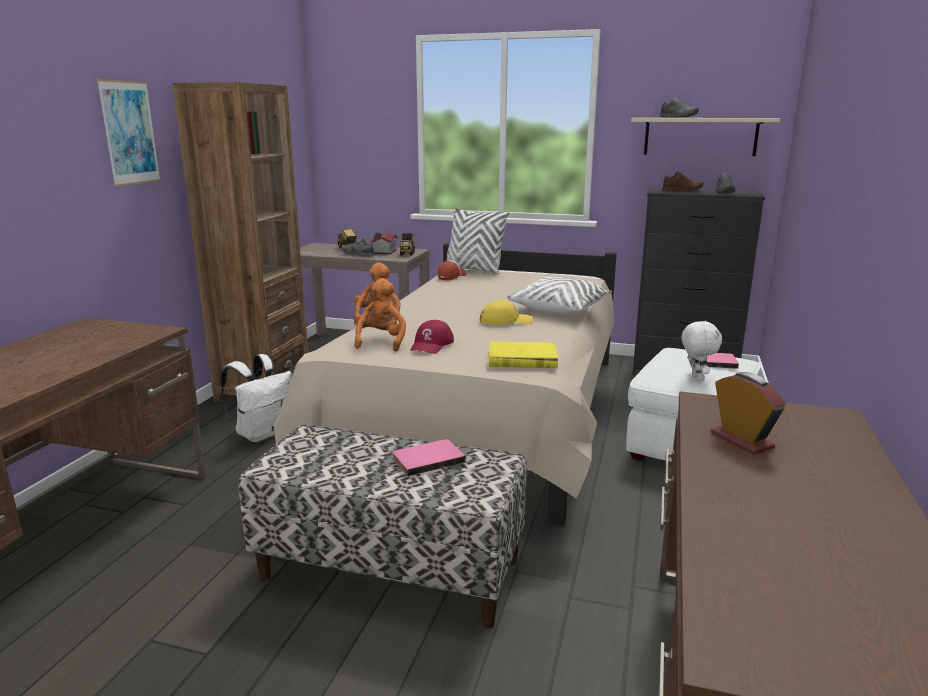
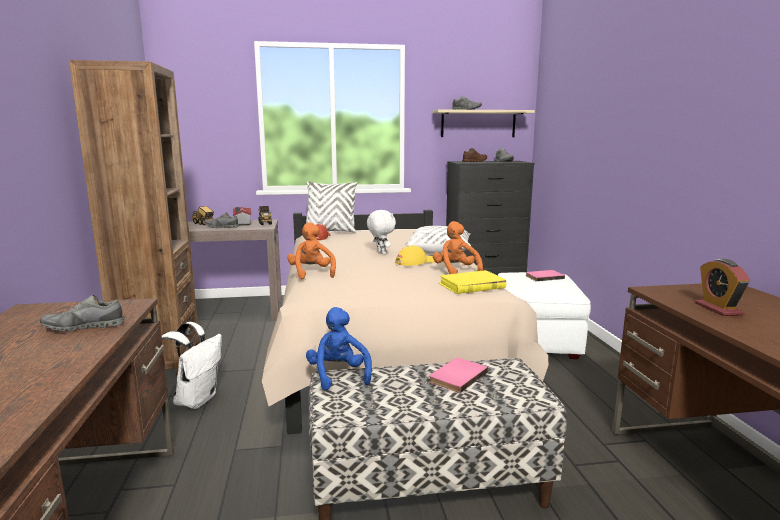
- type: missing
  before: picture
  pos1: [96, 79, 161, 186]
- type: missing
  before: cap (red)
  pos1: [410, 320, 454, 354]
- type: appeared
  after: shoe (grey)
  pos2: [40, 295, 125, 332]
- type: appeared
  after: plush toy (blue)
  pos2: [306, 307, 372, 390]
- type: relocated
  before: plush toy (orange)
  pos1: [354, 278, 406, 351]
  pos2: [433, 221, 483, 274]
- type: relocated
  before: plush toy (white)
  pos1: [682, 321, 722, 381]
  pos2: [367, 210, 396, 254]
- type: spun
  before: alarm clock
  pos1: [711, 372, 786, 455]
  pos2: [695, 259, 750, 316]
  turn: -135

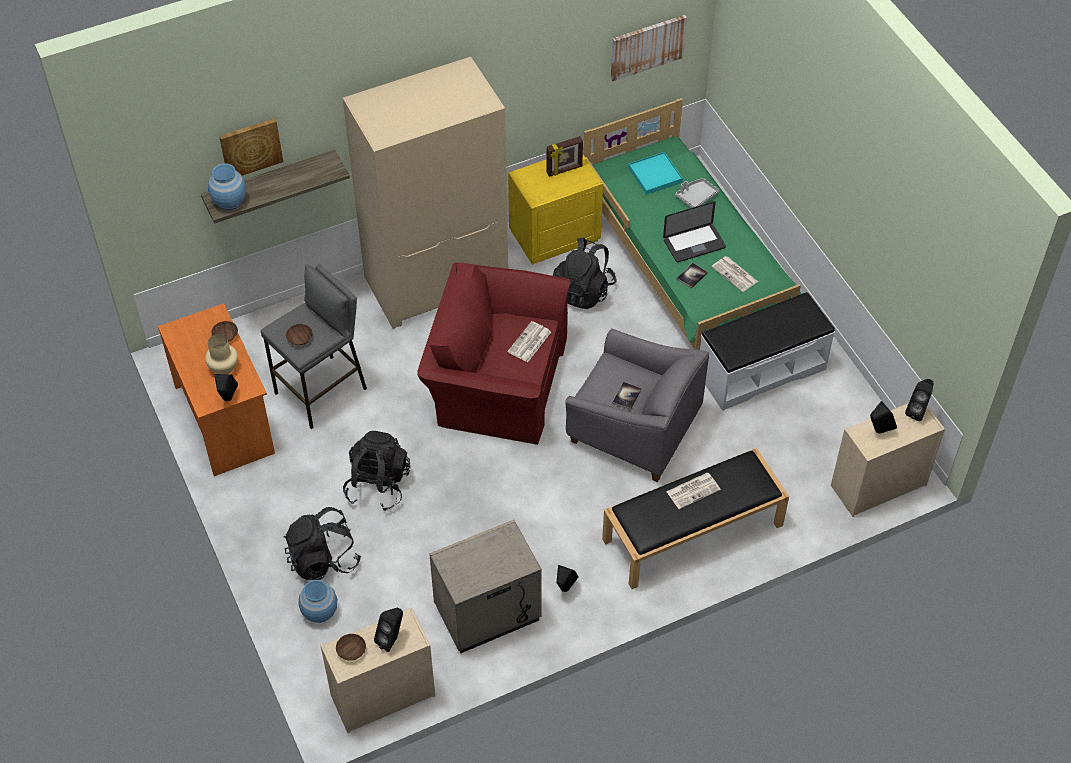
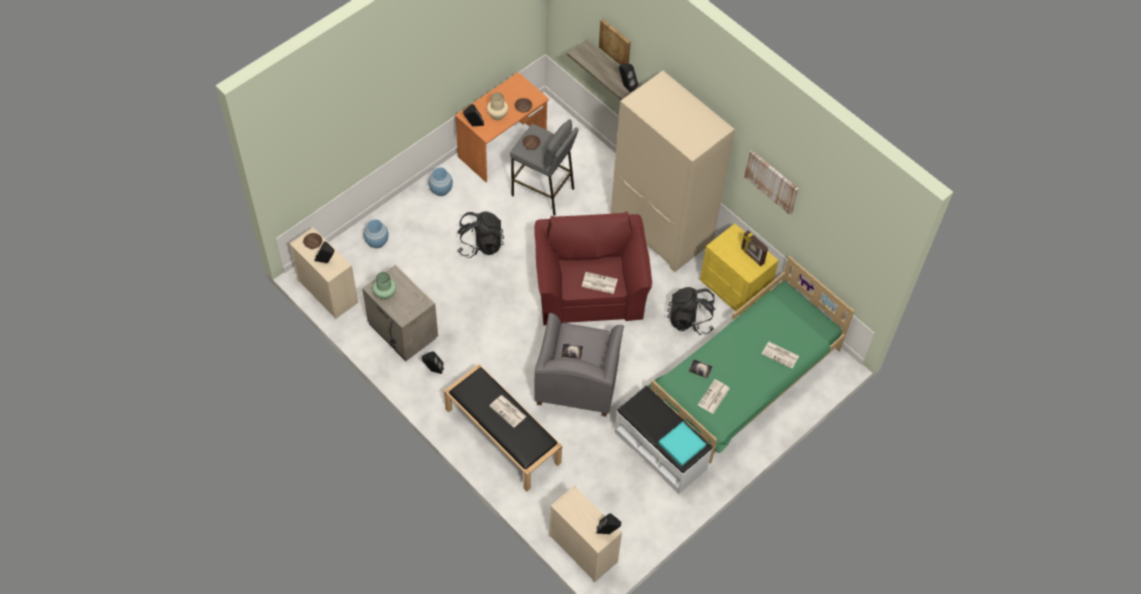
- type: missing
  before: backpack (black)
  pos1: [284, 507, 361, 580]
- type: missing
  before: laptop
  pos1: [663, 201, 726, 262]
- type: appeared
  after: vase (green)
  pos2: [373, 272, 396, 300]
- type: relocated
  before: vase (blue)
  pos1: [208, 163, 246, 210]
  pos2: [428, 167, 453, 196]
- type: relocated
  before: picture
  pos1: [611, 15, 687, 81]
  pos2: [744, 150, 799, 215]
- type: relocated
  before: tray (turquoise)
  pos1: [628, 152, 683, 195]
  pos2: [658, 421, 706, 466]
- type: relocated
  before: speaker (black)
  pos1: [870, 401, 897, 434]
  pos2: [619, 64, 638, 92]
- type: exchanged
  before: tray (grey)
  after: newspaper
  pos1: [675, 178, 719, 208]
  pos2: [762, 342, 799, 369]

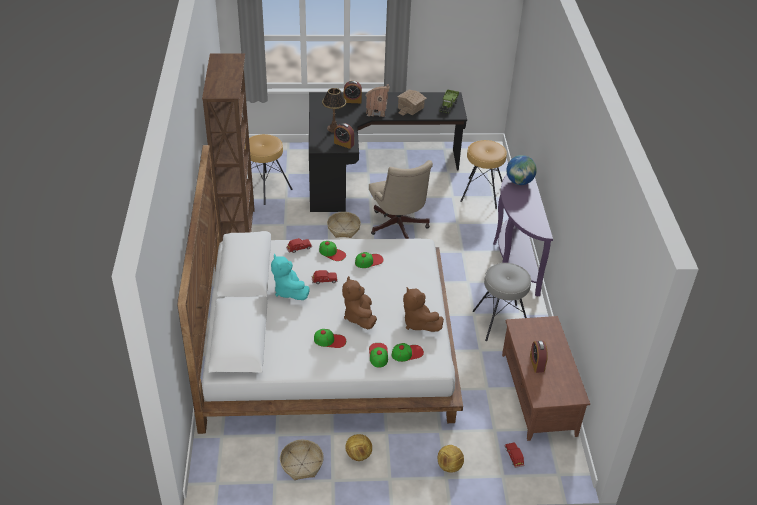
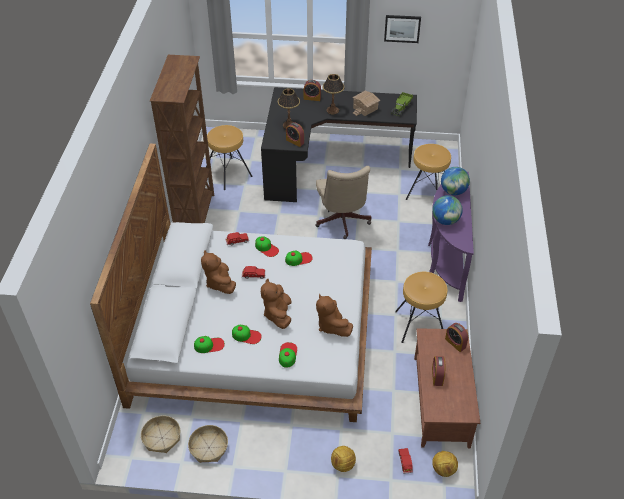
- type: appeared
  after: picture
  pos2: [384, 15, 421, 43]
- type: appeared
  after: globe
  pos2: [433, 195, 463, 225]
- type: appeared
  after: alarm clock
  pos2: [445, 323, 468, 352]
- type: relocated
  before: basket
  pos1: [327, 212, 361, 238]
  pos2: [141, 415, 180, 453]
- type: relocated
  before: football
  pos1: [345, 434, 372, 461]
  pos2: [432, 451, 458, 477]
- type: relocated
  before: cap
  pos1: [392, 343, 424, 362]
  pos2: [194, 336, 225, 353]
- type: exchanged
  before: toy house
  after: table lamp
  pos1: [366, 84, 390, 117]
  pos2: [322, 74, 345, 114]
- type: colour
  before: plush toy (turquoise)
  after: plush toy (brown)
  pos1: [271, 254, 310, 300]
  pos2: [201, 250, 236, 294]
- type: colour
  before: stool (grey)
  after: stool (brown)
  pos1: [473, 263, 531, 341]
  pos2: [395, 272, 447, 343]

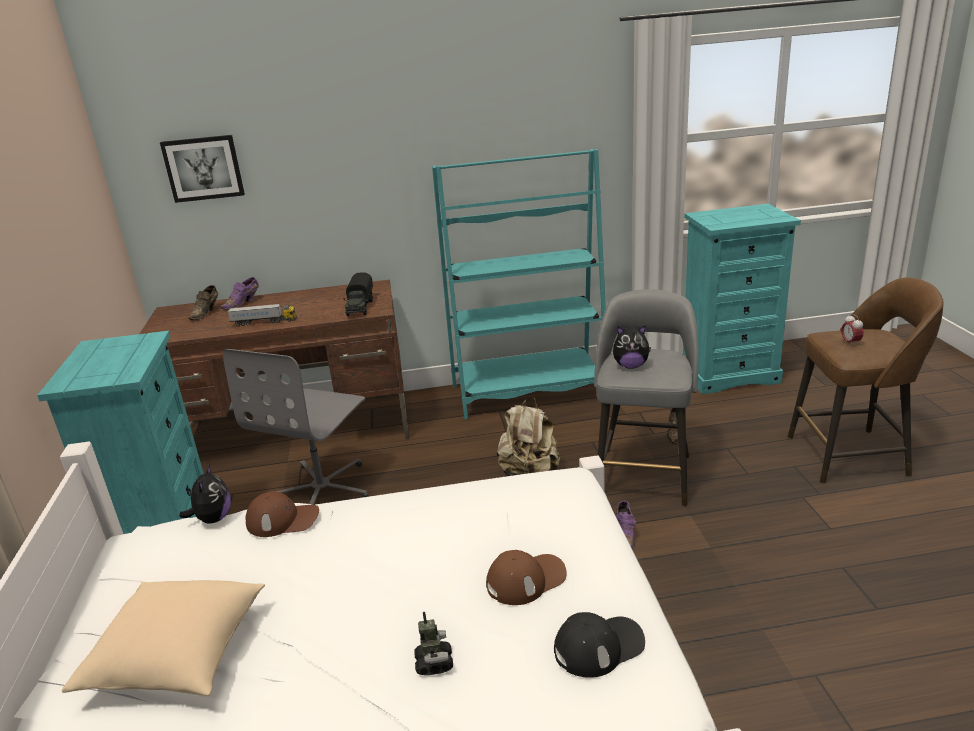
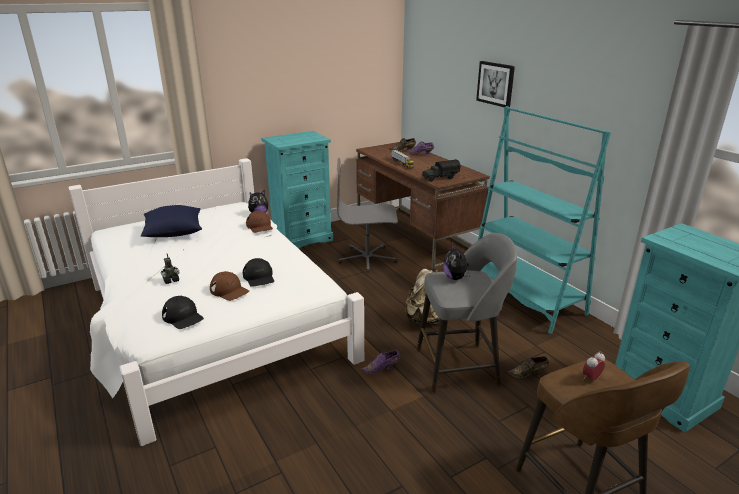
- type: appeared
  after: cap (black)
  pos2: [243, 258, 274, 287]
- type: relocated
  before: picture
  pos1: [160, 135, 245, 203]
  pos2: [476, 61, 515, 107]
- type: colour
  before: pillow (beige)
  after: pillow (blue)
  pos1: [62, 580, 265, 696]
  pos2: [141, 205, 202, 237]

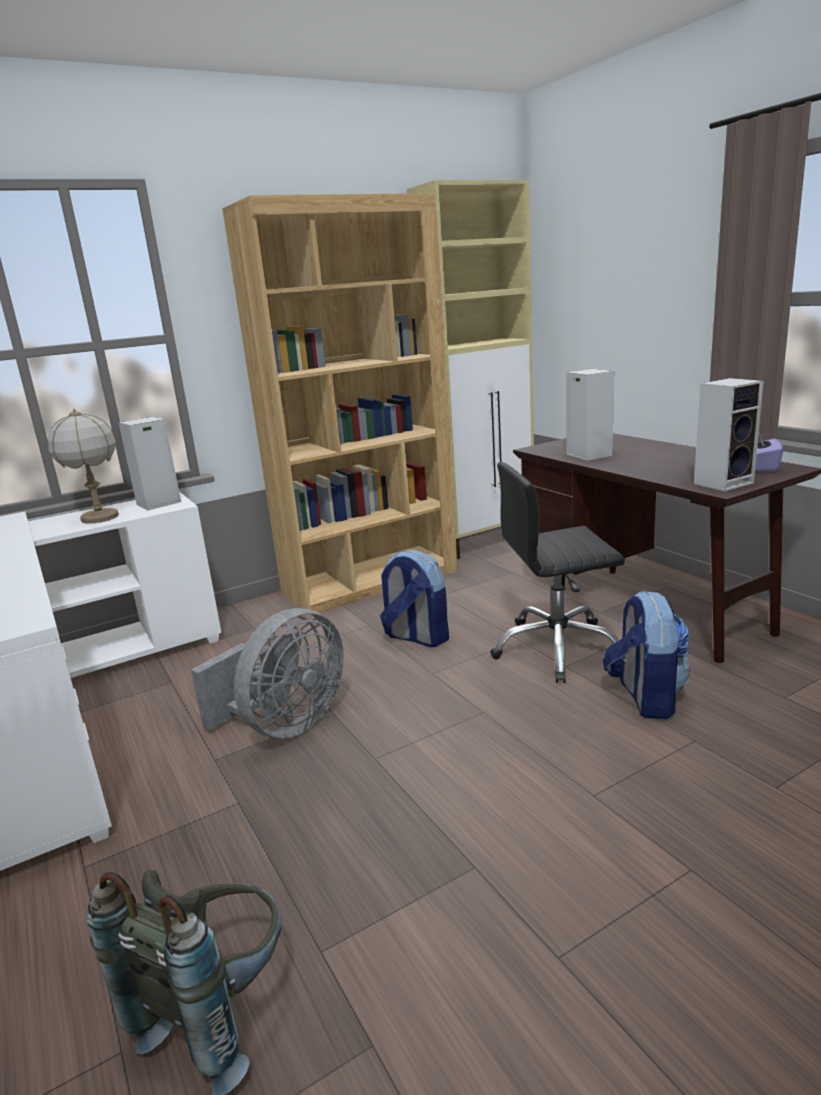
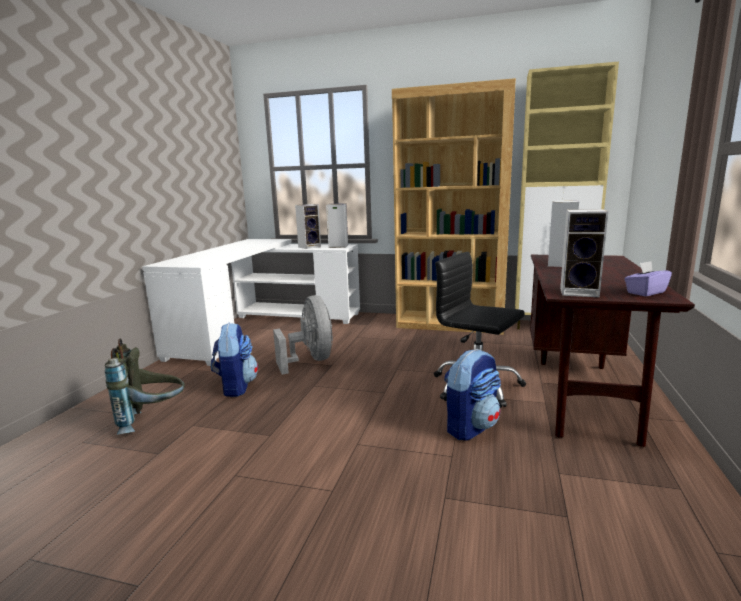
- type: relocated
  before: backpack
  pos1: [380, 550, 449, 647]
  pos2: [211, 323, 258, 397]
- type: exchanged
  before: table lamp
  after: speaker
  pos1: [48, 409, 119, 524]
  pos2: [295, 204, 321, 249]
- type: spun
  before: fan (grey)
  pos1: [191, 608, 344, 738]
  pos2: [273, 295, 333, 375]
  turn: -105

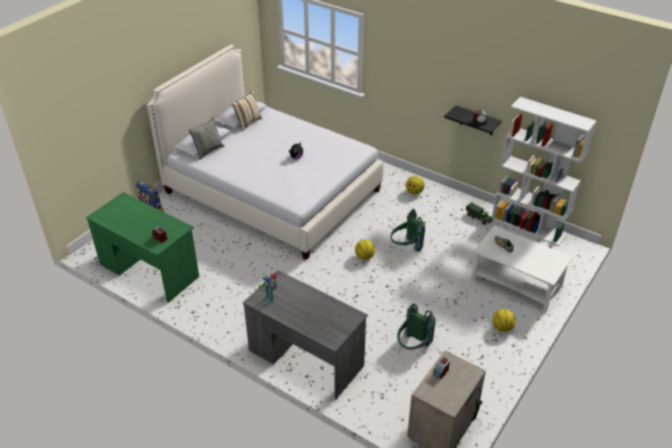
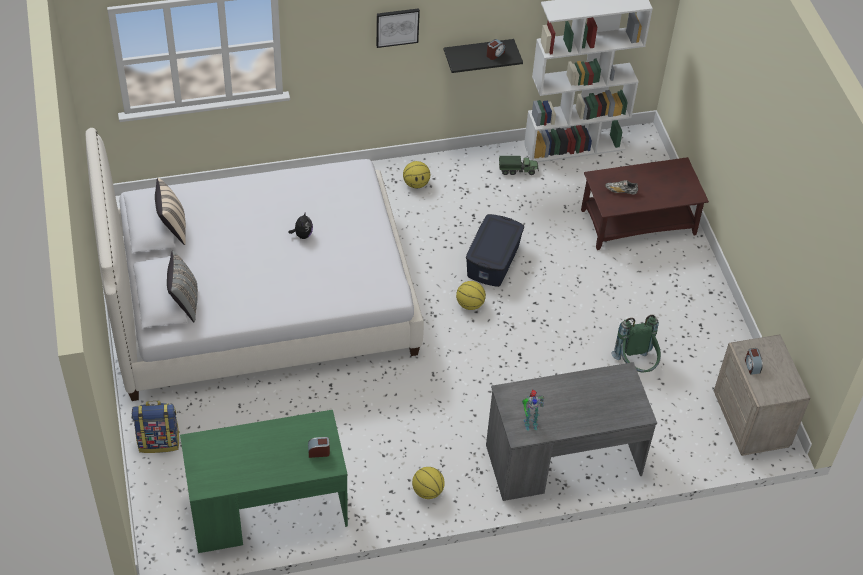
- type: appeared
  after: picture
  pos2: [376, 8, 420, 48]
- type: relocated
  before: basketball
  pos1: [493, 309, 516, 332]
  pos2: [412, 467, 445, 499]
- type: exchanged
  before: backpack (green)
  after: storage box (blue)
  pos1: [390, 208, 425, 252]
  pos2: [466, 214, 524, 287]
- type: colour
  before: coffee table (white)
  after: coffee table (brown)
  pos1: [471, 226, 573, 312]
  pos2: [581, 157, 709, 250]

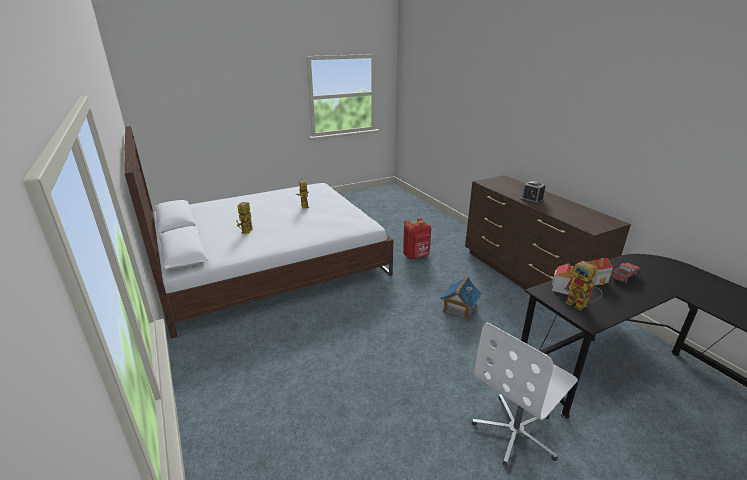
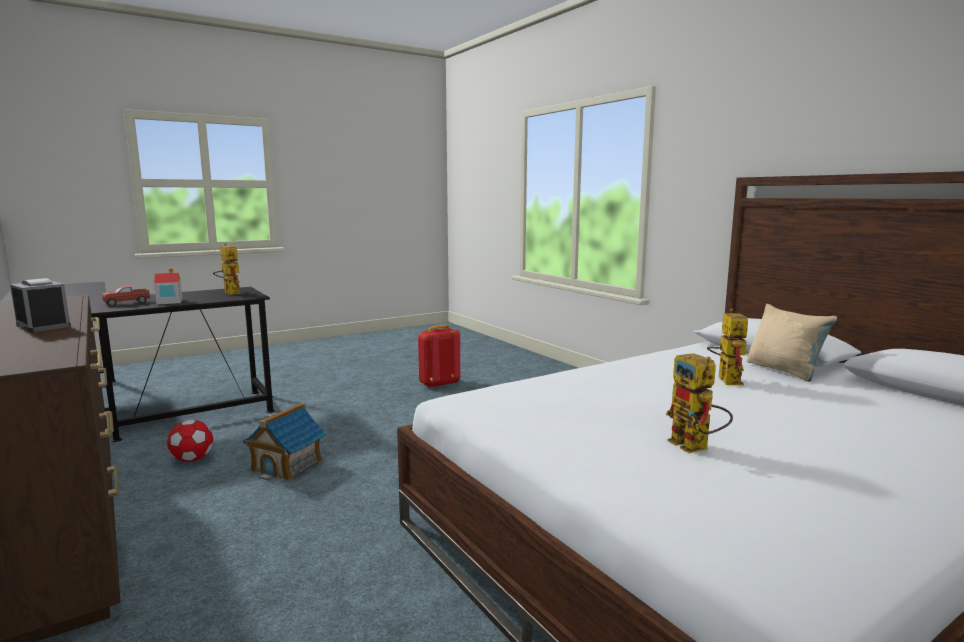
- type: missing
  before: office chair (white)
  pos1: [472, 323, 578, 466]
- type: missing
  before: toy house
  pos1: [552, 263, 574, 295]
- type: appeared
  after: football
  pos2: [167, 420, 213, 462]
- type: appeared
  after: pillow (beige)
  pos2: [746, 304, 837, 382]
- type: relocated
  before: backpack (red)
  pos1: [403, 218, 431, 259]
  pos2: [418, 325, 460, 388]

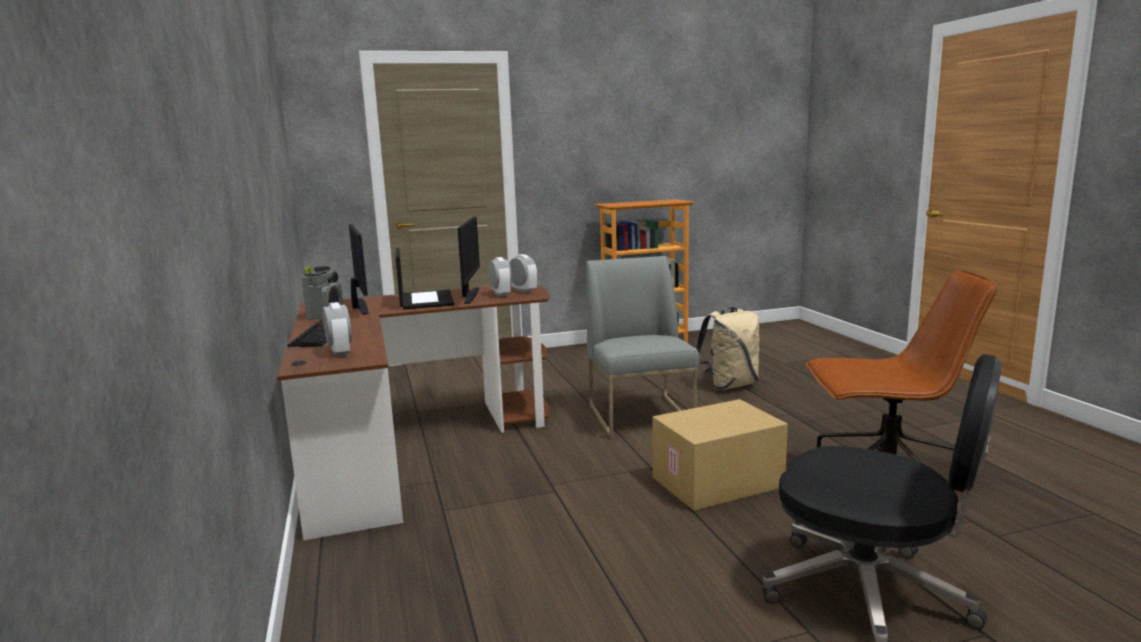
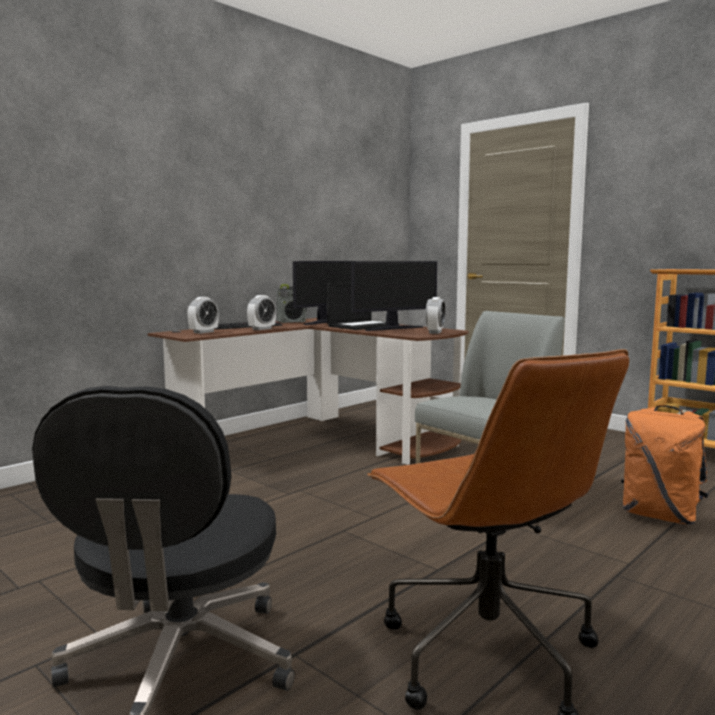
- type: missing
  before: cardboard box
  pos1: [652, 399, 788, 511]
- type: relocated
  before: alarm clock
  pos1: [489, 257, 512, 297]
  pos2: [247, 295, 276, 330]
- type: colour
  before: backpack (beige)
  after: backpack (orange)
  pos1: [696, 307, 760, 390]
  pos2: [621, 405, 709, 524]

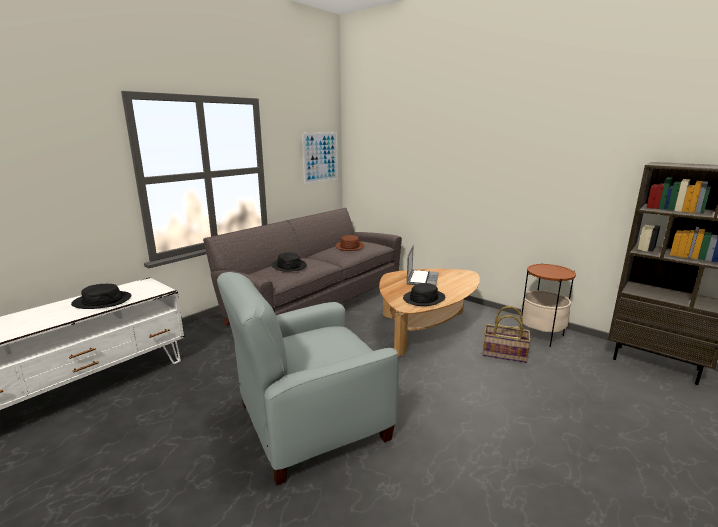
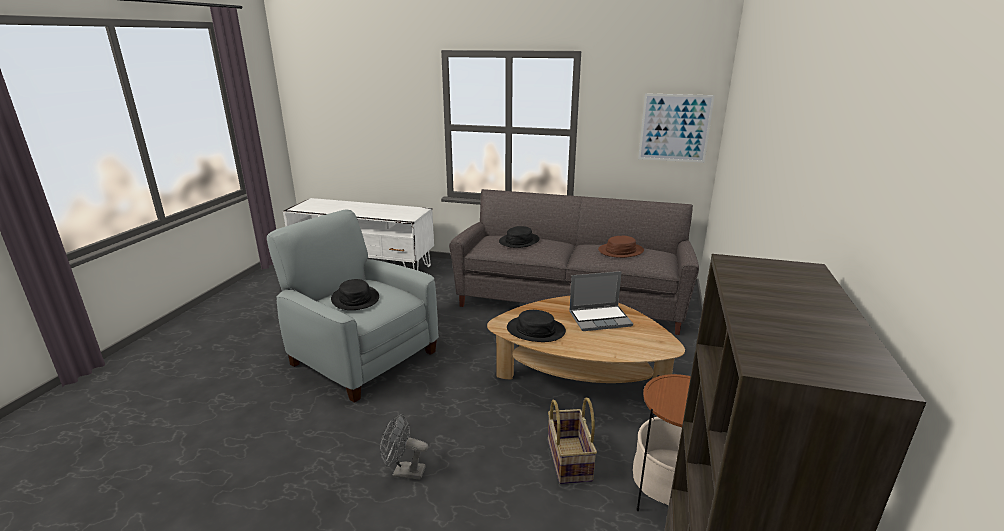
- type: appeared
  after: fan (grey)
  pos2: [380, 414, 428, 480]
- type: relocated
  before: hat (black)
  pos1: [71, 284, 131, 309]
  pos2: [331, 279, 379, 310]

